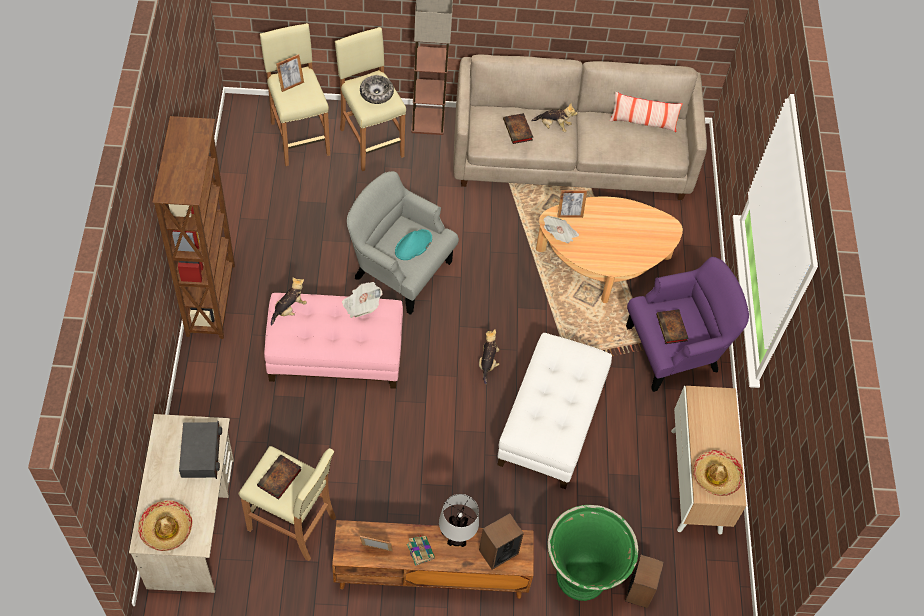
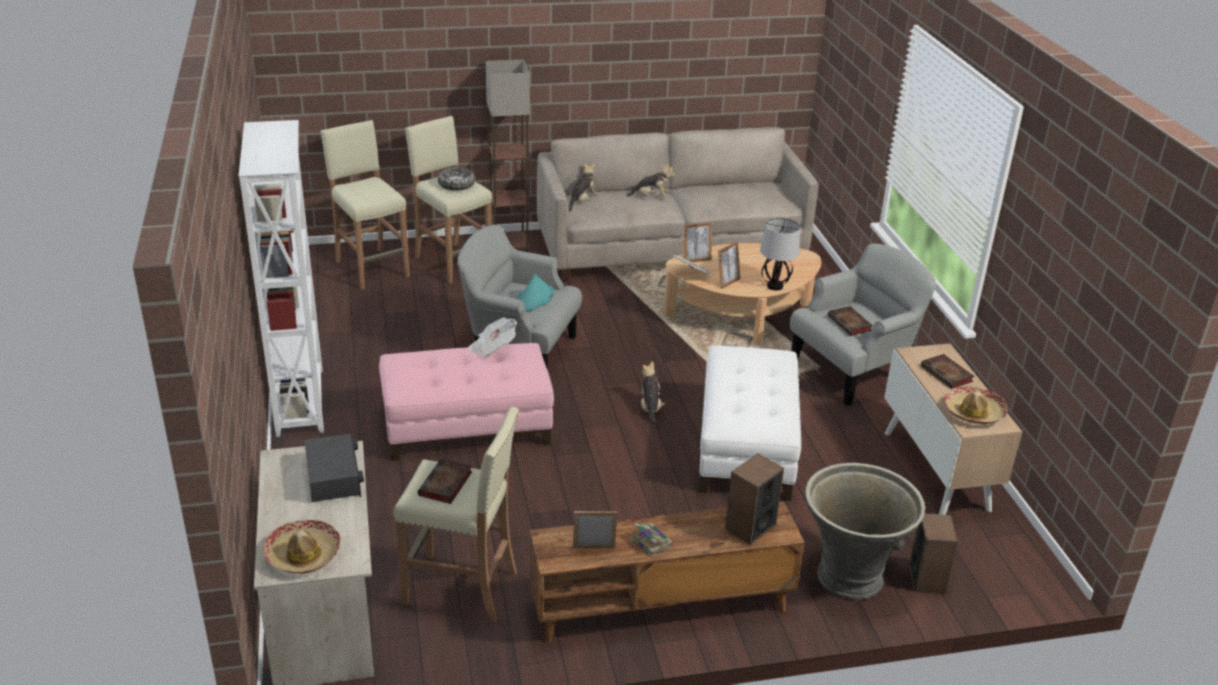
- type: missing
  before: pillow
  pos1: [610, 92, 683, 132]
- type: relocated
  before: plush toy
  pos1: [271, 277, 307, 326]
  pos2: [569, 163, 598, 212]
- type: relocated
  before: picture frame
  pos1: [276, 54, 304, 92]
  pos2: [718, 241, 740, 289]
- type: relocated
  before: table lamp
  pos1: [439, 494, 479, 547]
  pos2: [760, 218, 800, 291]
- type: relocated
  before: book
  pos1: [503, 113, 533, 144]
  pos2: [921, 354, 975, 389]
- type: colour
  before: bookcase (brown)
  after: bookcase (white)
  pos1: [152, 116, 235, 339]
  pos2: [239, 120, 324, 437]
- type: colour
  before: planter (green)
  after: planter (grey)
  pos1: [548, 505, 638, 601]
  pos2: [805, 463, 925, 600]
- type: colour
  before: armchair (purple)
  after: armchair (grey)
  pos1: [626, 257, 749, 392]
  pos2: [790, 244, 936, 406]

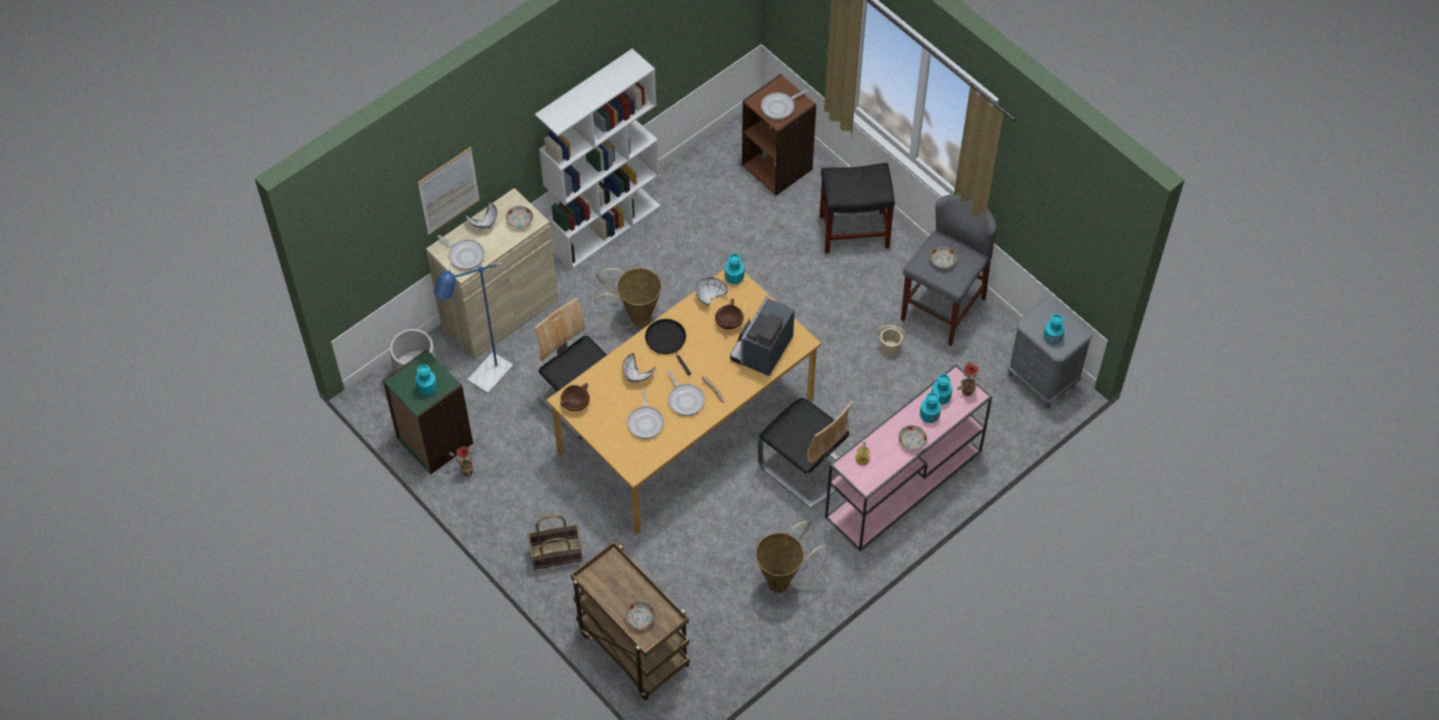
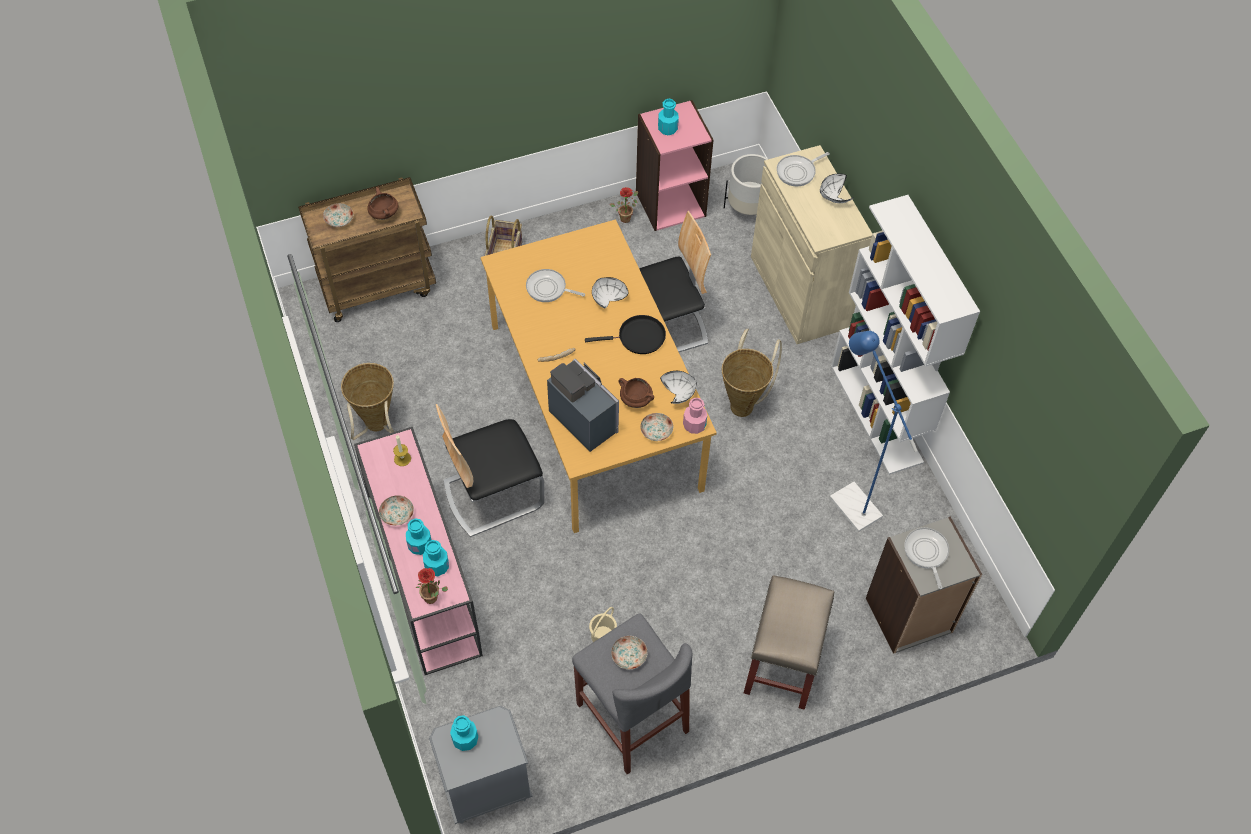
- type: missing
  before: picture
  pos1: [418, 147, 480, 235]
- type: missing
  before: frying pan
  pos1: [667, 370, 705, 416]
- type: relocated
  before: floor lamp (blue)
  pos1: [433, 262, 513, 394]
  pos2: [830, 331, 918, 532]
- type: relocated
  before: plate
  pos1: [506, 206, 533, 228]
  pos2: [640, 413, 673, 441]
- type: relocated
  before: cooking pot (brown)
  pos1: [560, 383, 590, 412]
  pos2: [367, 187, 398, 220]
- type: colour
  before: bookcase (green)
  after: bookcase (pink)
  pos1: [383, 349, 473, 475]
  pos2: [636, 100, 714, 231]
- type: colour
  before: bottle (turquoise)
  after: bottle (pink)
  pos1: [725, 254, 744, 284]
  pos2: [683, 398, 707, 434]
- type: colour
  before: bookcase (brown)
  after: bookcase (grey)
  pos1: [742, 74, 817, 196]
  pos2: [866, 517, 982, 654]
- type: colour
  before: stool (black)
  after: stool (beige)
  pos1: [819, 163, 895, 254]
  pos2: [744, 575, 834, 710]

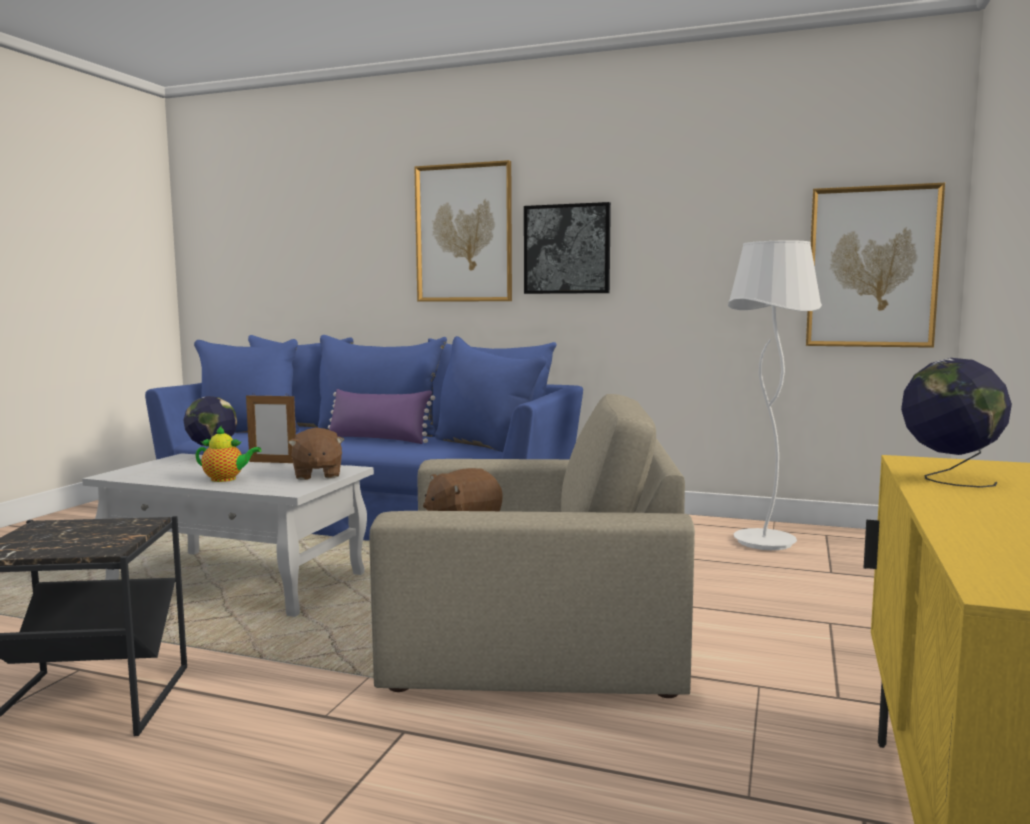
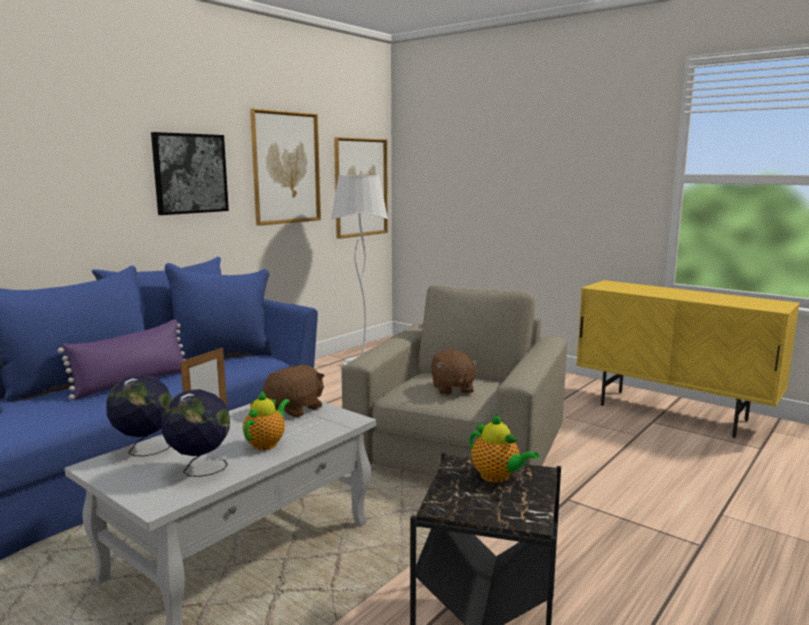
- type: appeared
  after: teapot
  pos2: [469, 414, 539, 483]
- type: relocated
  before: picture
  pos1: [414, 160, 512, 302]
  pos2: [250, 109, 321, 226]
- type: relocated
  before: globe
  pos1: [901, 358, 1012, 488]
  pos2: [162, 389, 230, 477]
- type: spun
  before: plush toy (brown)
  pos1: [288, 427, 344, 480]
  pos2: [263, 365, 324, 417]
  turn: -60

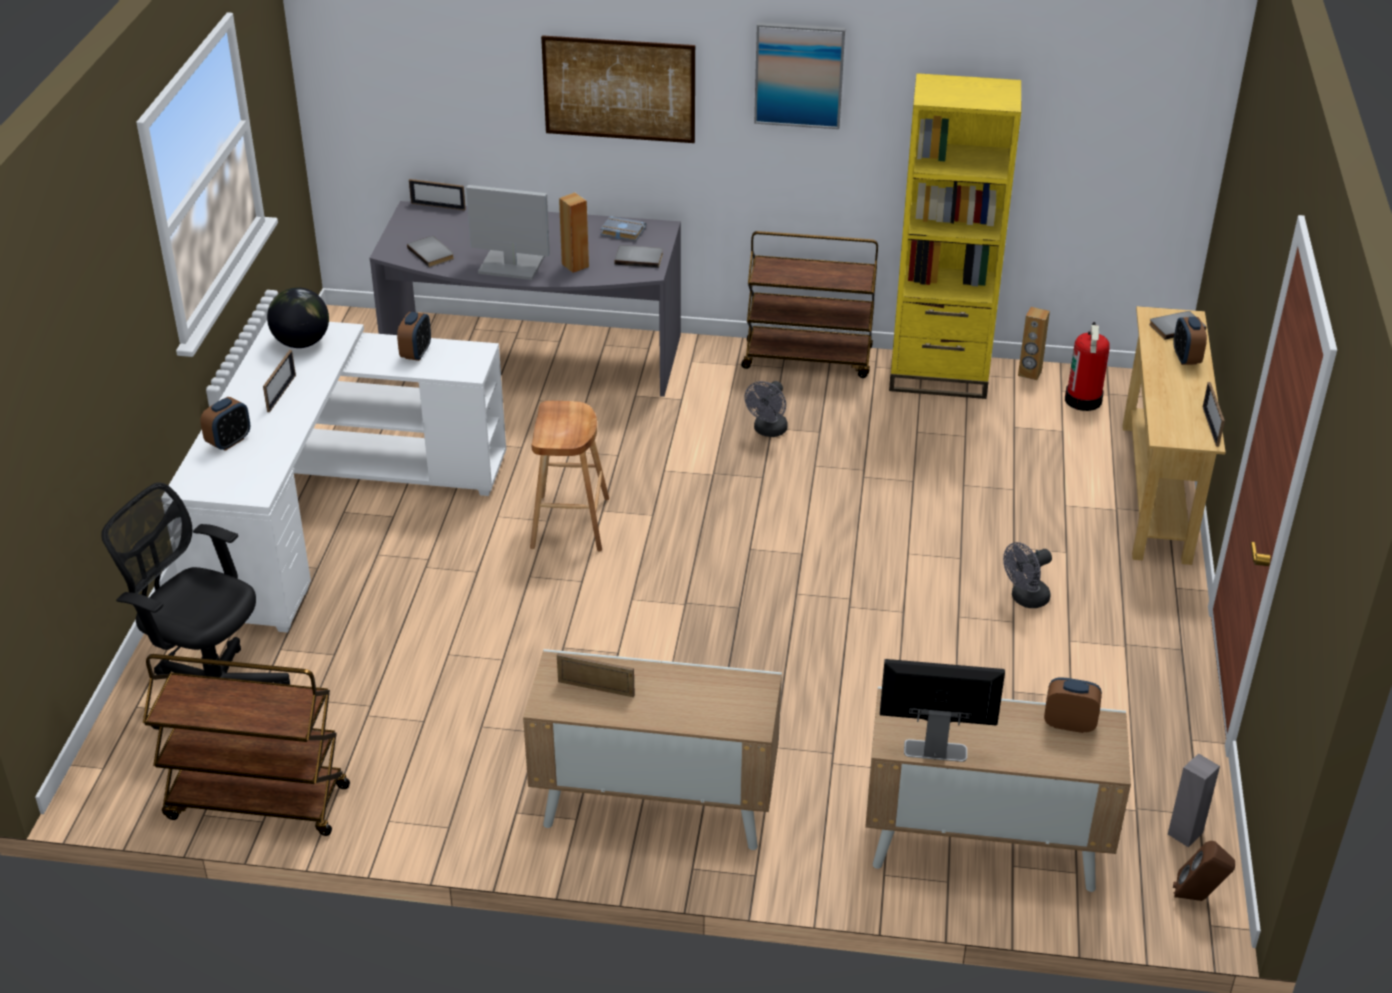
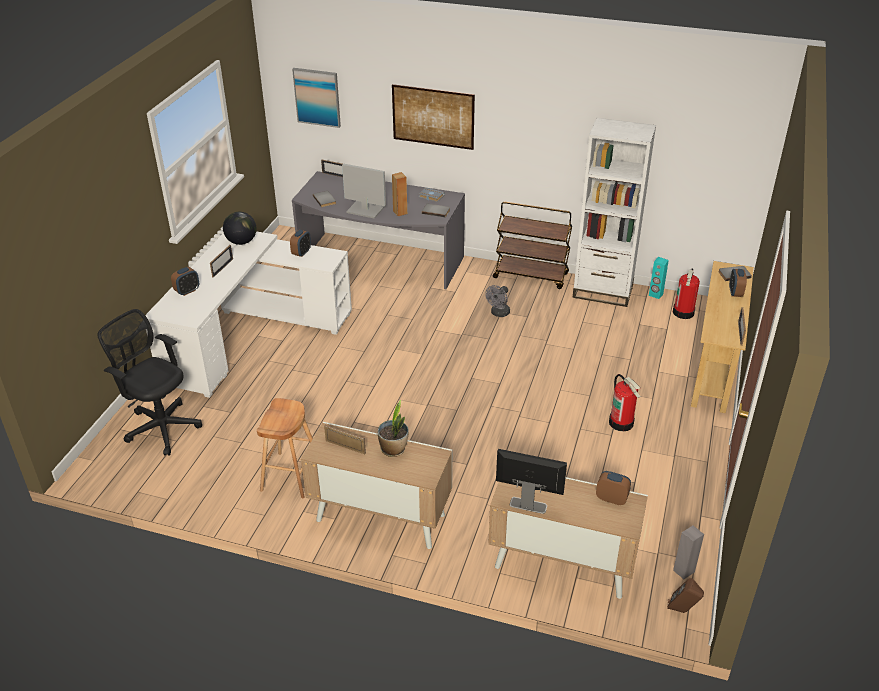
- type: missing
  before: cart (brown)
  pos1: [143, 654, 350, 836]
- type: appeared
  after: potted plant
  pos2: [377, 400, 409, 457]
- type: relocated
  before: stool (brown)
  pos1: [530, 401, 609, 551]
  pos2: [257, 398, 313, 499]
- type: relocated
  before: picture
  pos1: [754, 22, 845, 129]
  pos2: [292, 68, 341, 128]
- type: exchanged
  before: fan (grey)
  after: fire extinguisher
  pos1: [1003, 542, 1052, 608]
  pos2: [609, 374, 641, 432]
- type: colour
  before: bookcase (yellow)
  after: bookcase (white)
  pos1: [889, 73, 1021, 399]
  pos2: [573, 118, 656, 307]
- type: colour
  before: speaker (brown)
  after: speaker (turquoise)
  pos1: [1018, 307, 1050, 380]
  pos2: [649, 257, 669, 299]

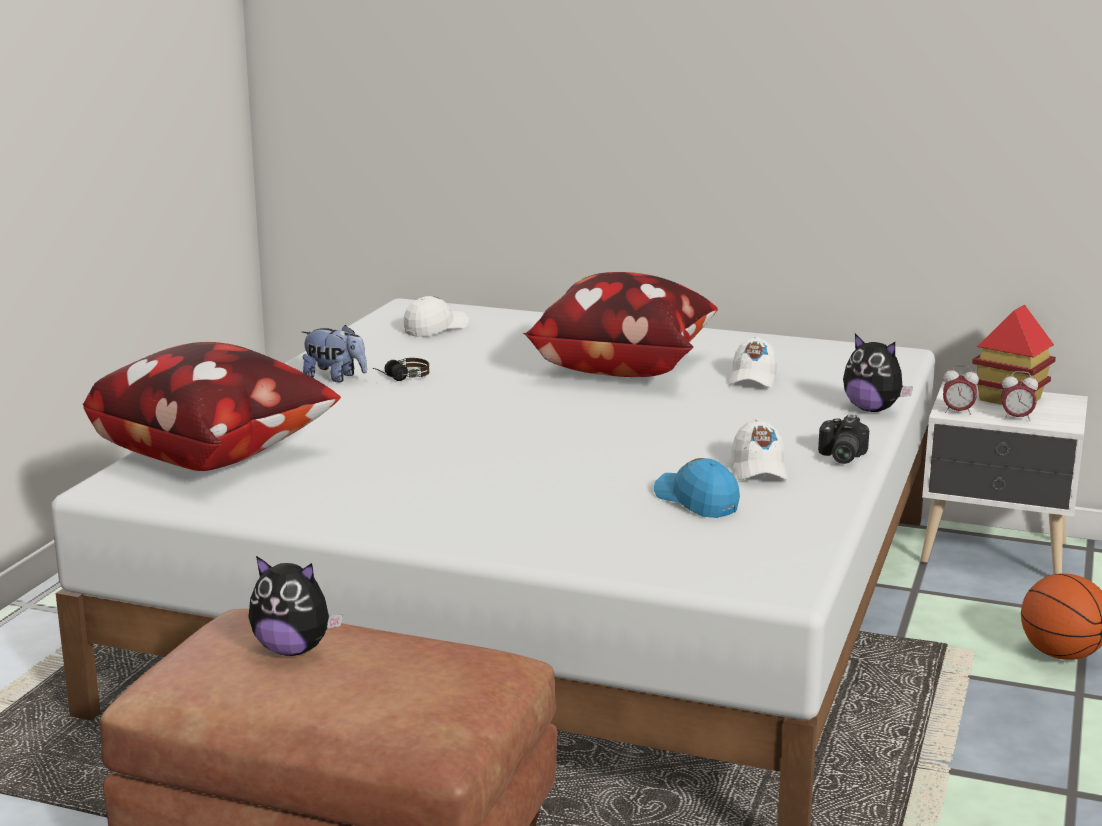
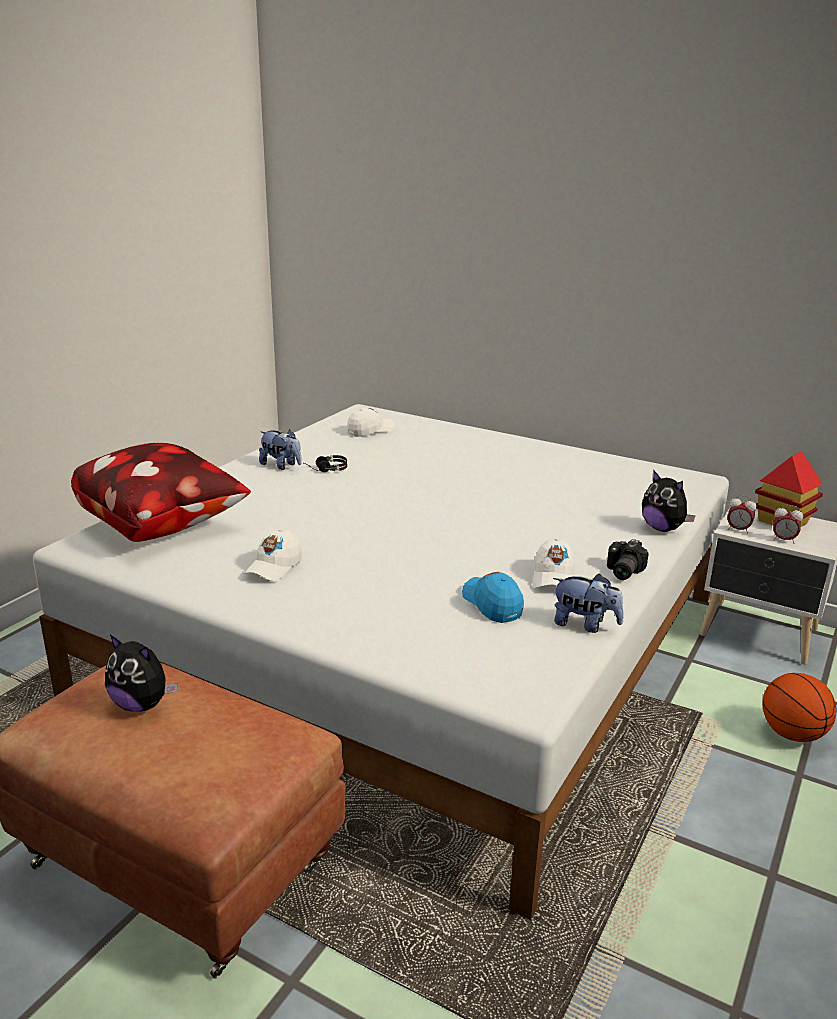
- type: missing
  before: pillow
  pos1: [523, 272, 718, 377]
- type: appeared
  after: plush toy
  pos2: [553, 573, 624, 633]
- type: relocated
  before: cap (white)
  pos1: [729, 336, 777, 387]
  pos2: [244, 529, 302, 581]

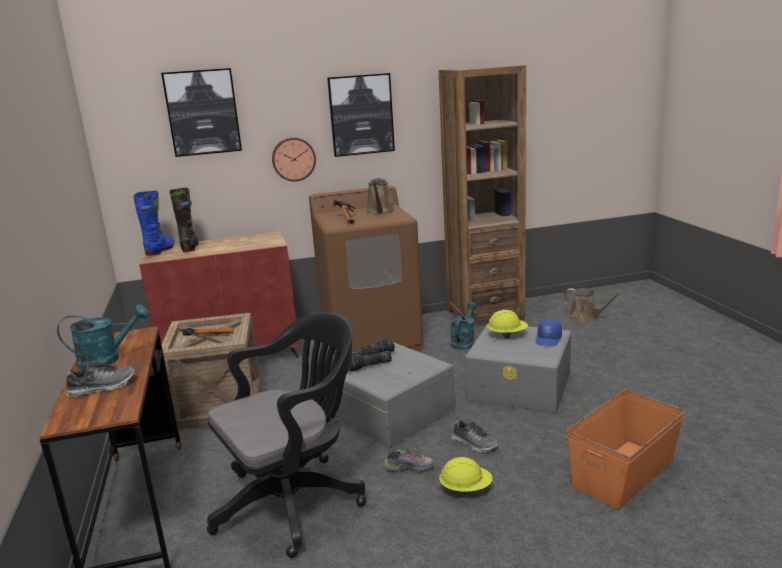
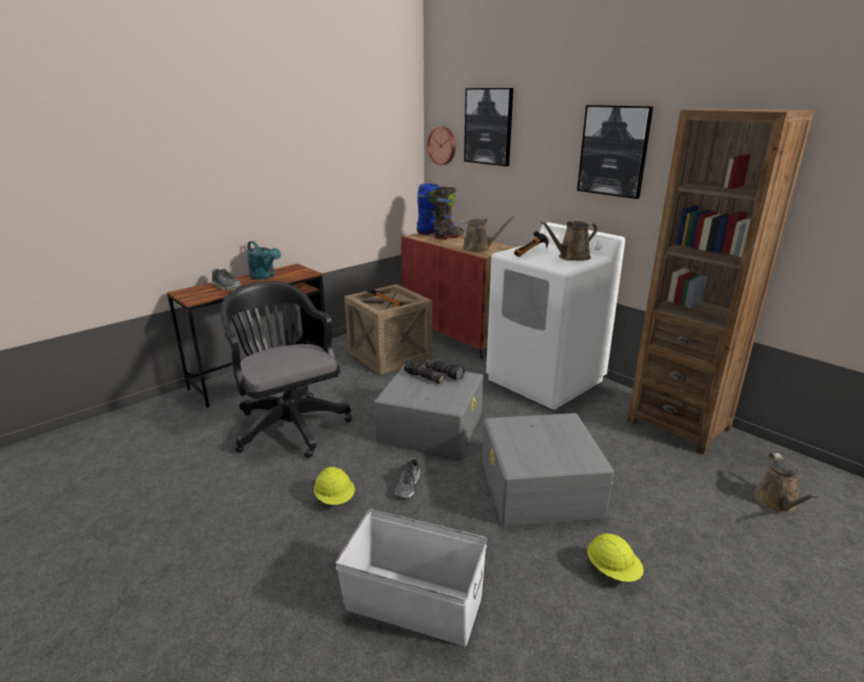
- type: missing
  before: shoe
  pos1: [384, 449, 434, 472]
- type: missing
  before: watering can (turquoise)
  pos1: [451, 302, 477, 350]
- type: missing
  before: cap (blue)
  pos1: [536, 319, 562, 346]
- type: appeared
  after: watering can (brown)
  pos2: [457, 216, 515, 252]
- type: relocated
  before: wall clock
  pos1: [272, 137, 316, 182]
  pos2: [427, 126, 456, 165]
- type: relocated
  before: hard hat (yellow)
  pos1: [487, 310, 528, 339]
  pos2: [587, 533, 644, 582]
- type: colour
  before: washing machine (brown)
  after: washing machine (white)
  pos1: [309, 186, 423, 355]
  pos2: [486, 222, 625, 409]
- type: colour
  before: storage box (orange)
  after: storage box (white)
  pos1: [567, 390, 685, 509]
  pos2: [335, 509, 487, 646]
- type: spun
  before: office chair (black)
  pos1: [207, 313, 366, 558]
  pos2: [221, 281, 352, 458]
  turn: -150

